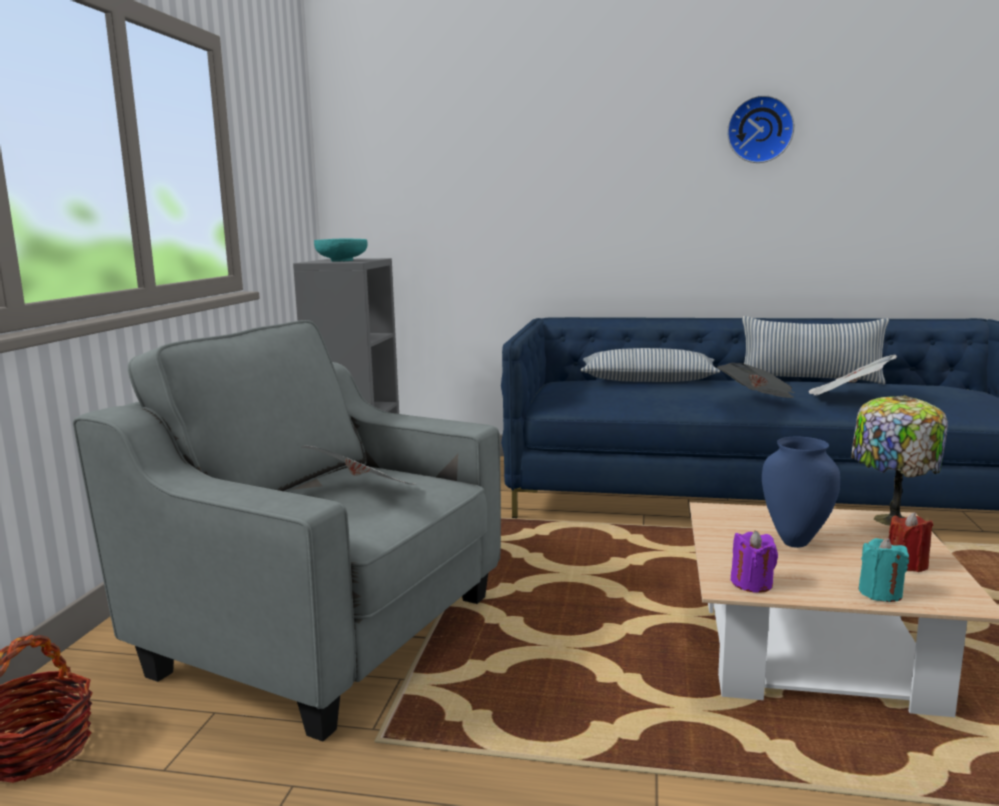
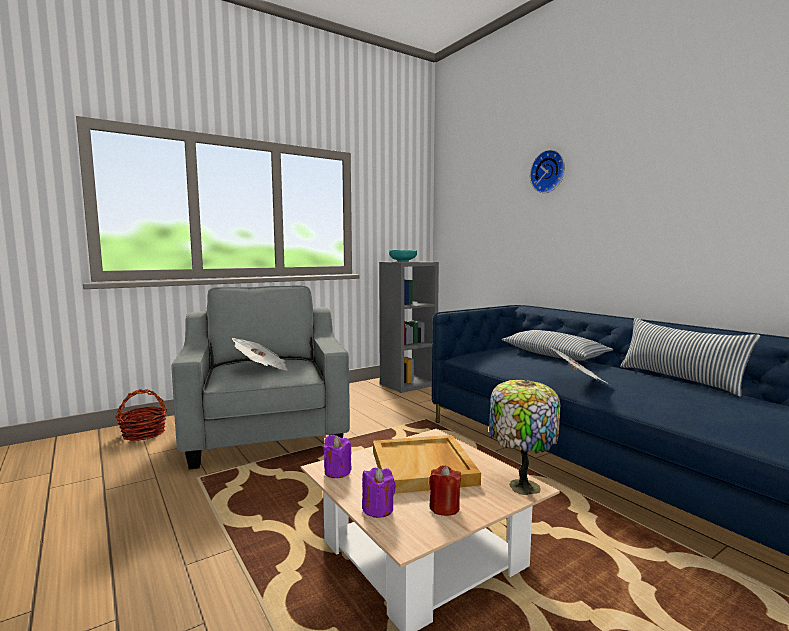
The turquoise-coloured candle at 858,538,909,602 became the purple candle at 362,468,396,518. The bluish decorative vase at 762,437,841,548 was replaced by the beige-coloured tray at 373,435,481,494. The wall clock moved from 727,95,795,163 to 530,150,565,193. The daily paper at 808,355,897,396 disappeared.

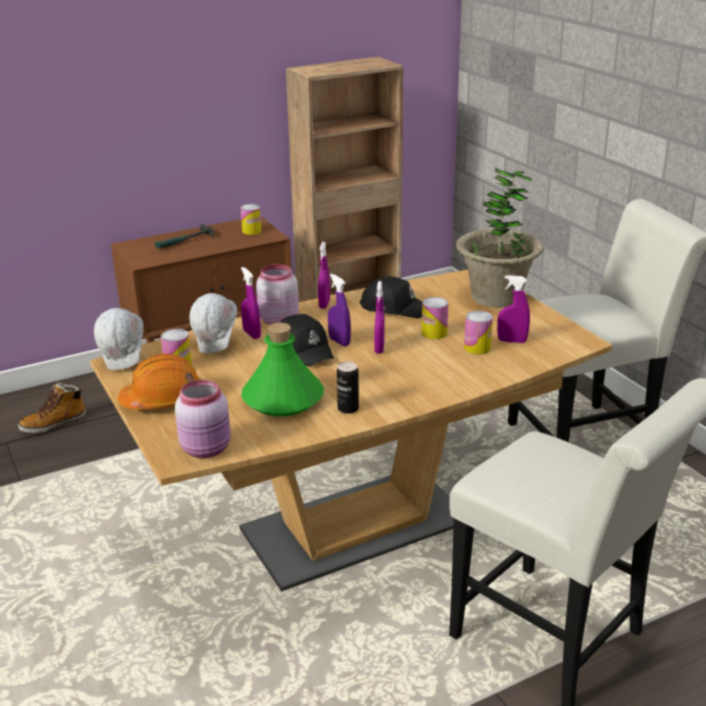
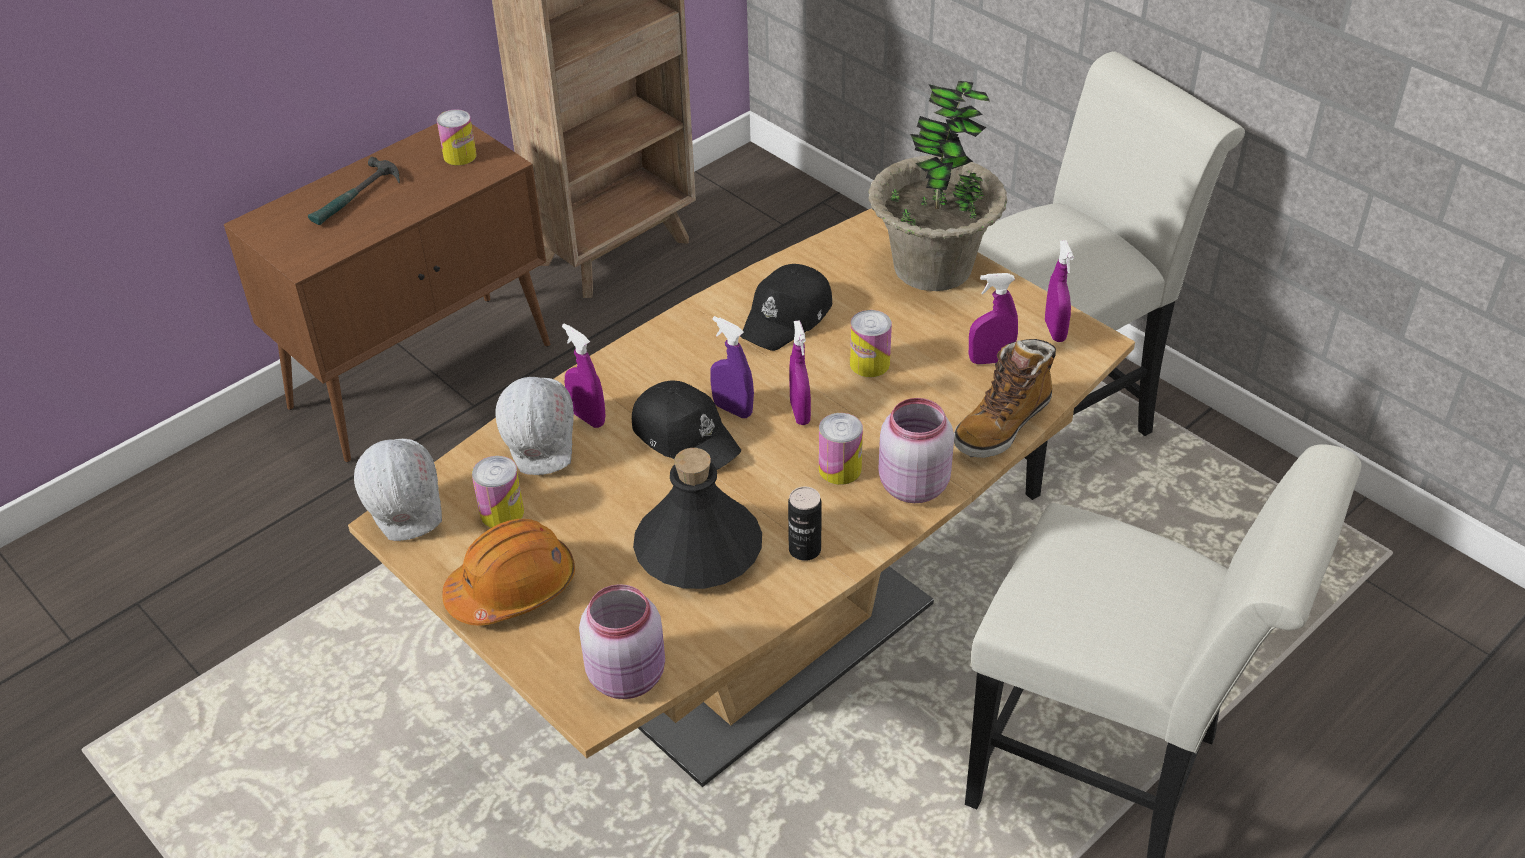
The greenish bottle at 241,323,324,416 became the black-coloured bottle at 633,448,762,589. The black-coloured baseball cap at 360,276,422,318 turned 120 degrees clockwise. The sealed can moved from 464,311,493,354 to 819,413,863,485. The pinkish jar moved from 256,264,299,325 to 878,398,954,503. The high-top boot moved from 18,383,86,433 to 954,339,1056,458. The purple spray bottle moved from 318,242,330,309 to 1045,240,1074,342.

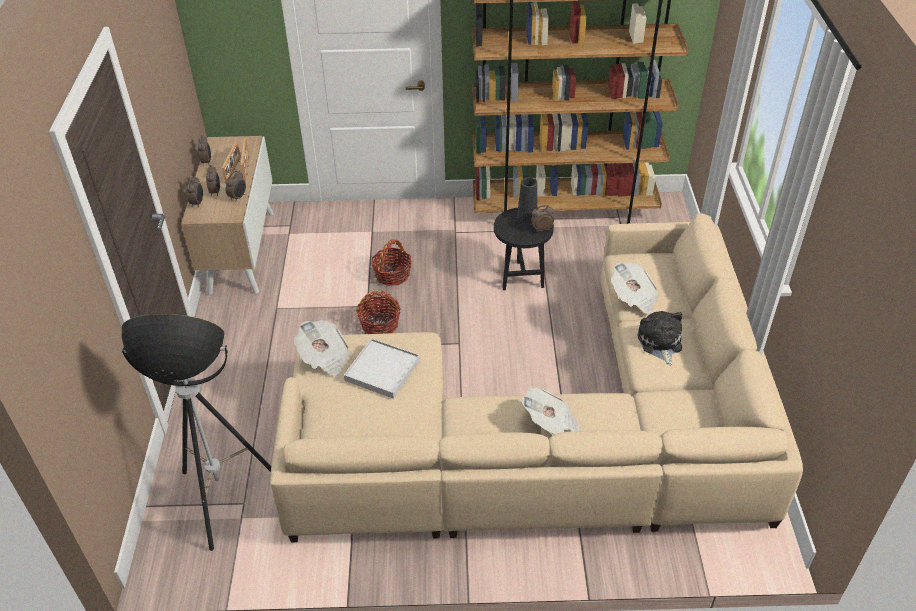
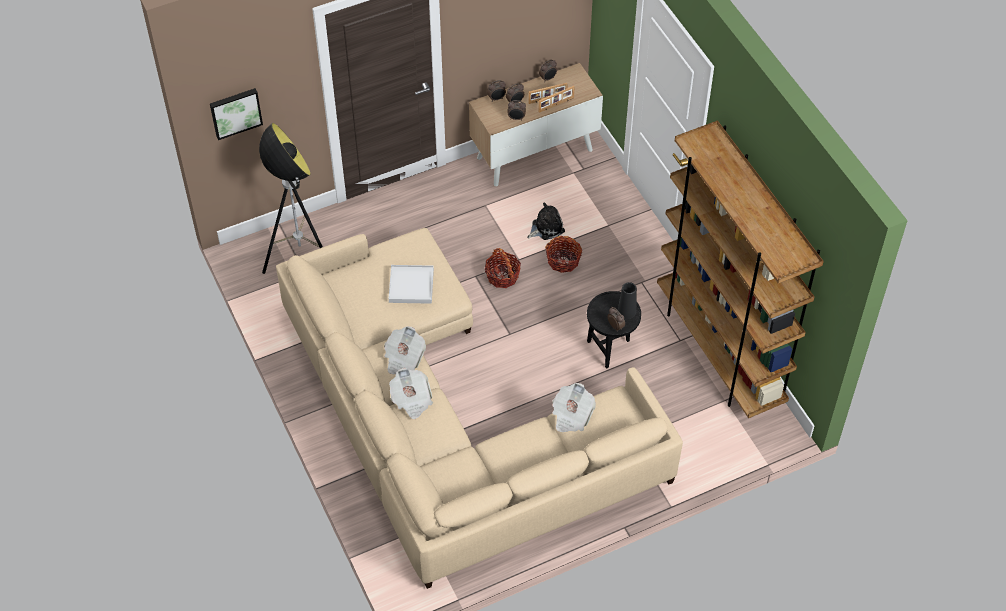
The picture at 210,88,263,140 appeared. The daily paper moved from 294,320,352,376 to 384,326,426,374. The cuddly toy moved from 637,311,682,366 to 527,202,565,240.

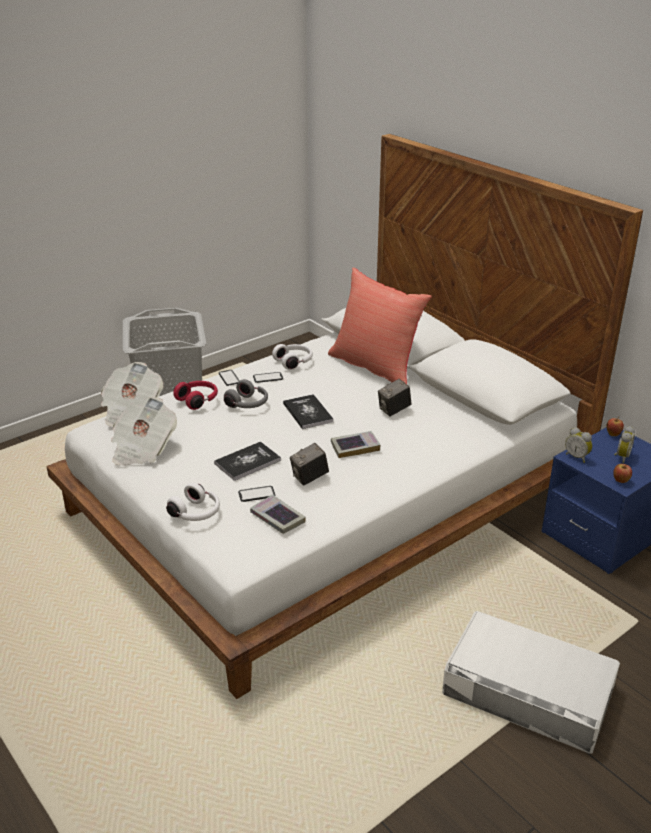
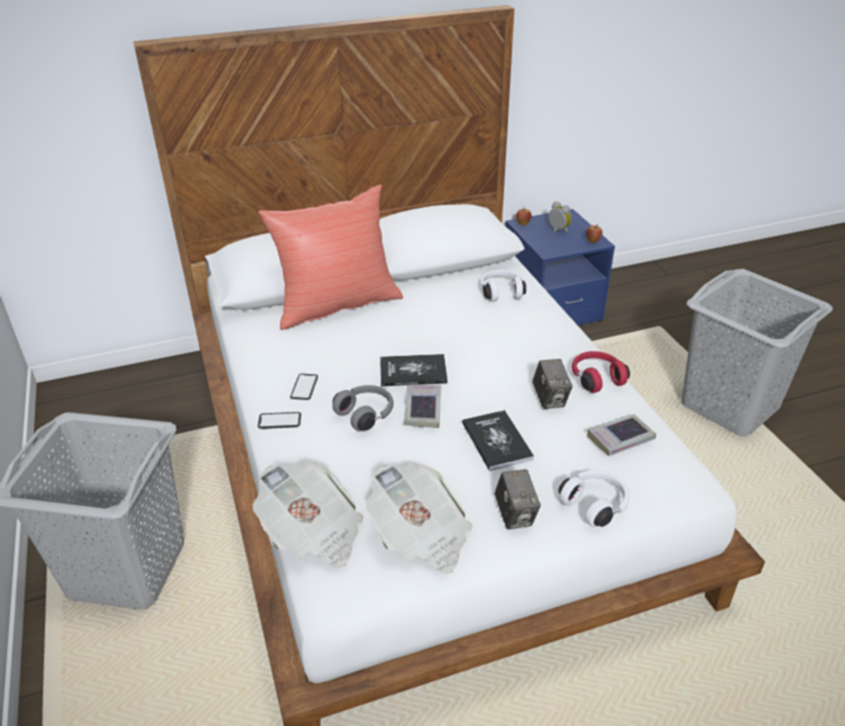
The bound book moved from 331,431,380,458 to 404,385,441,428. The white headphones moved from 272,344,313,370 to 480,270,526,302. The photo camera moved from 378,379,411,416 to 494,469,541,530. The red-coloured headphones moved from 173,381,218,410 to 572,351,630,393. The white storage box at 442,611,620,754 was replaced by the grey washing basket at 681,269,833,437. The handset at 238,486,275,502 disappeared. The table clock at 565,427,592,463 disappeared.

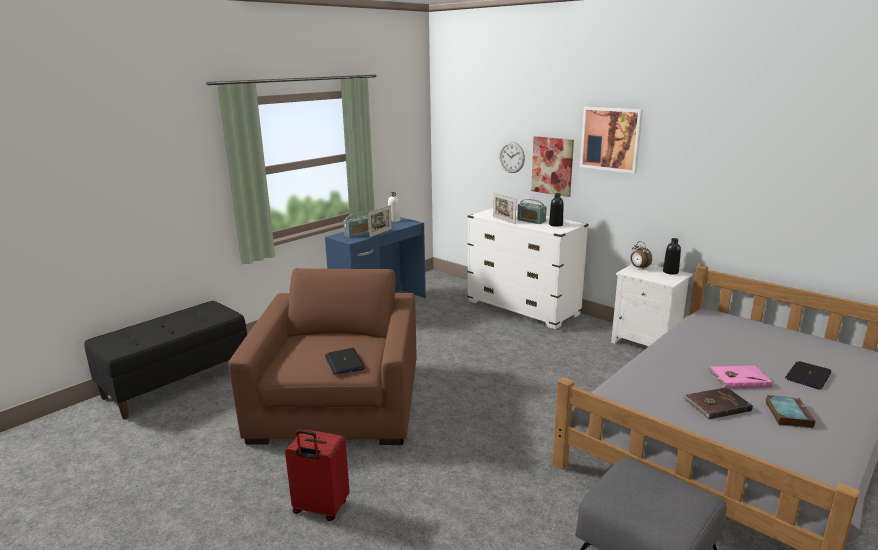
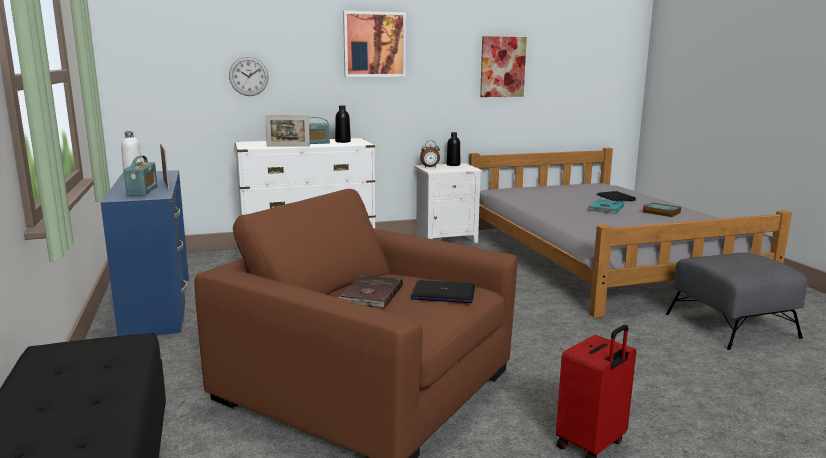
The brown-coloured bound book moved from 683,387,753,419 to 338,275,403,309. The picture moved from 531,136,574,197 to 480,36,527,97. The pinkish bound book at 708,366,773,389 became the turquoise-coloured bound book at 587,199,624,214.

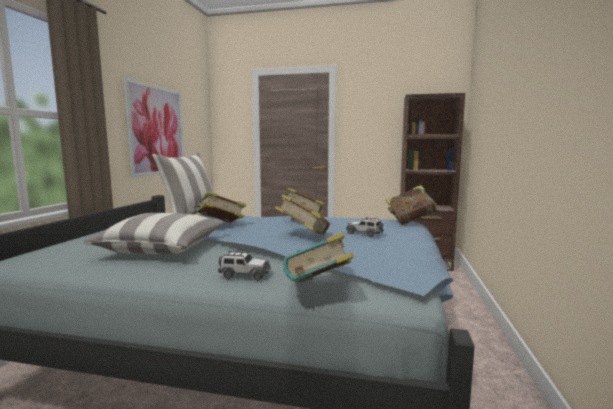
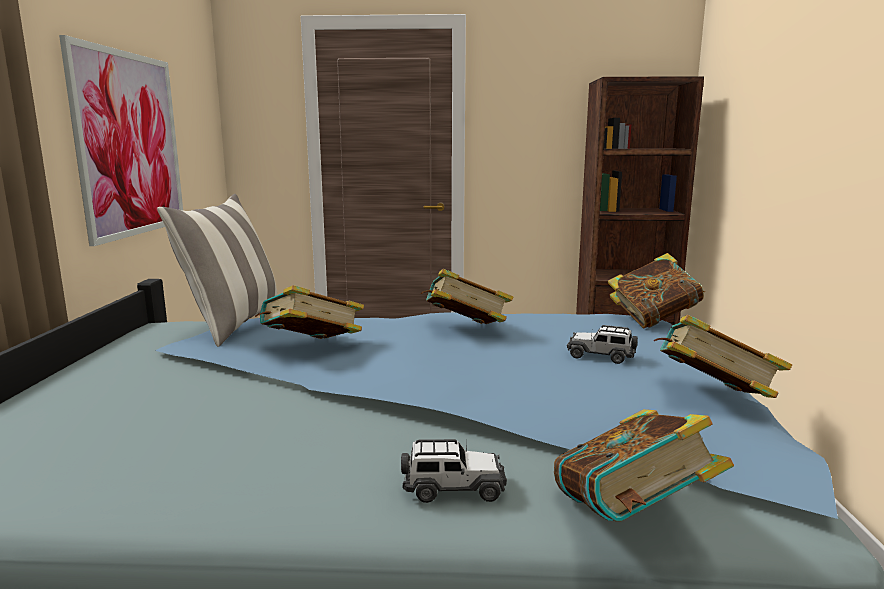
The bound book moved from 275,194,330,235 to 654,315,792,398. The pillow at 82,213,225,255 disappeared.

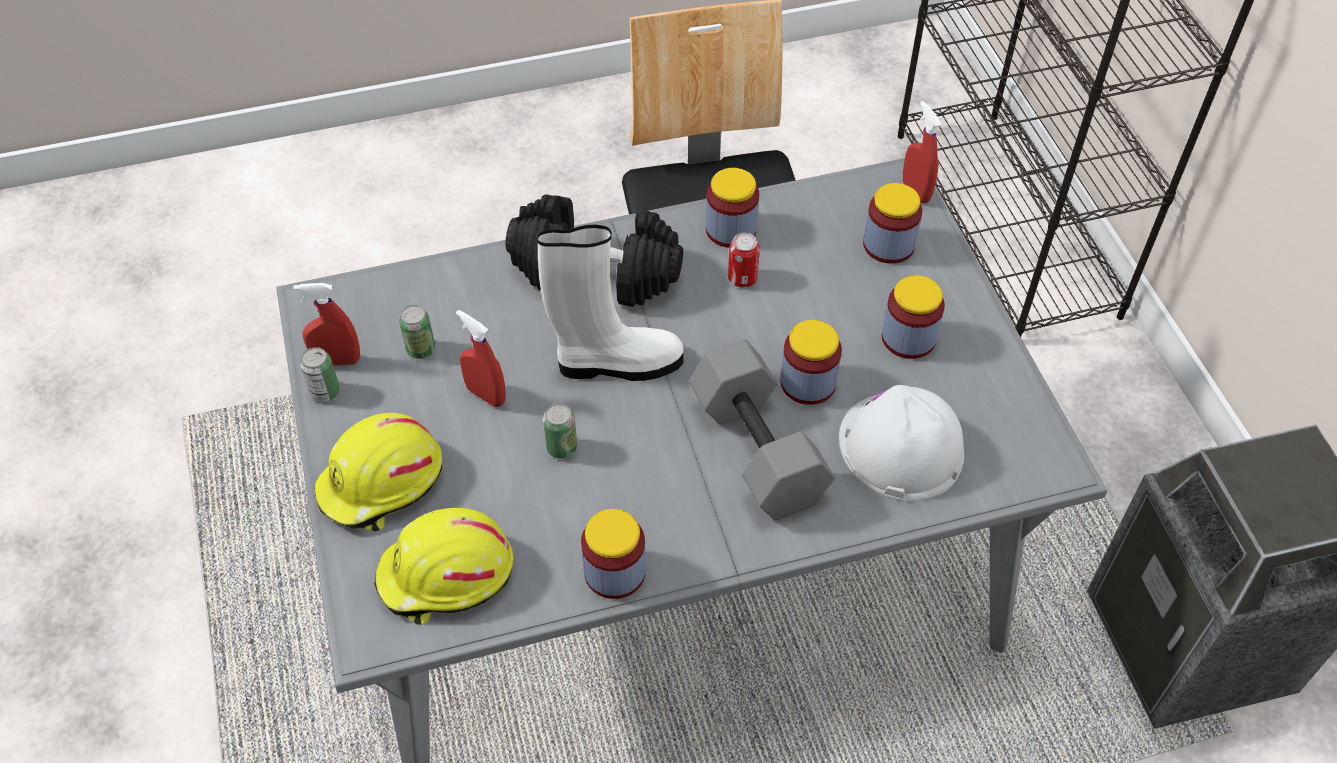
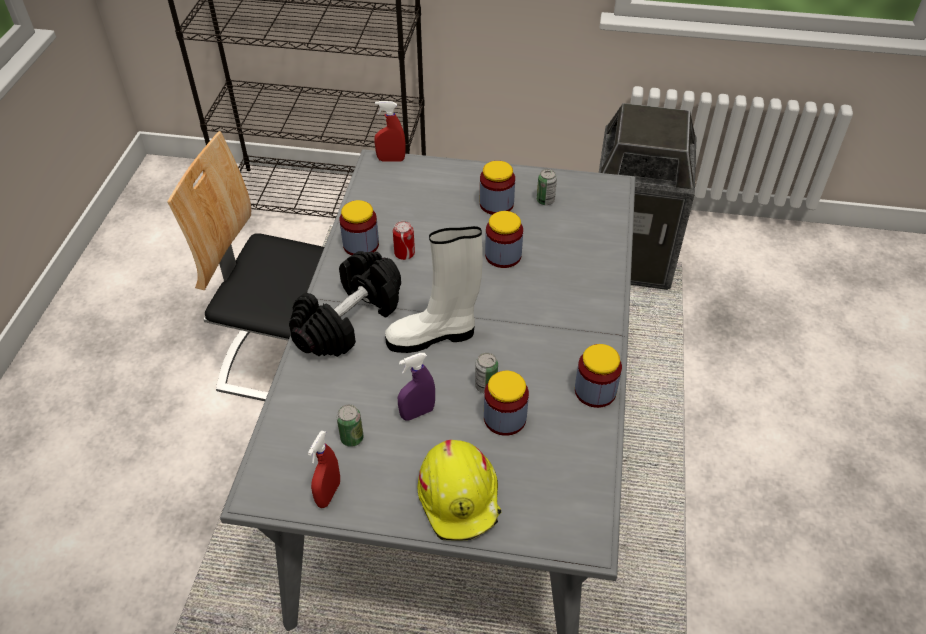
The white high-top boot at 537,225,684,381 turned 120 degrees counterclockwise. The red-coloured spray bottle at 456,310,506,407 became the purple spray bottle at 398,353,435,421. The jar moved from 863,183,922,264 to 484,371,529,436. The sealed can moved from 300,347,340,402 to 537,169,557,205. The yellowish safety helmet at 374,508,513,625 disappeared. The grey free weight at 689,339,835,520 disappeared. The white safety helmet at 839,385,964,501 disappeared.

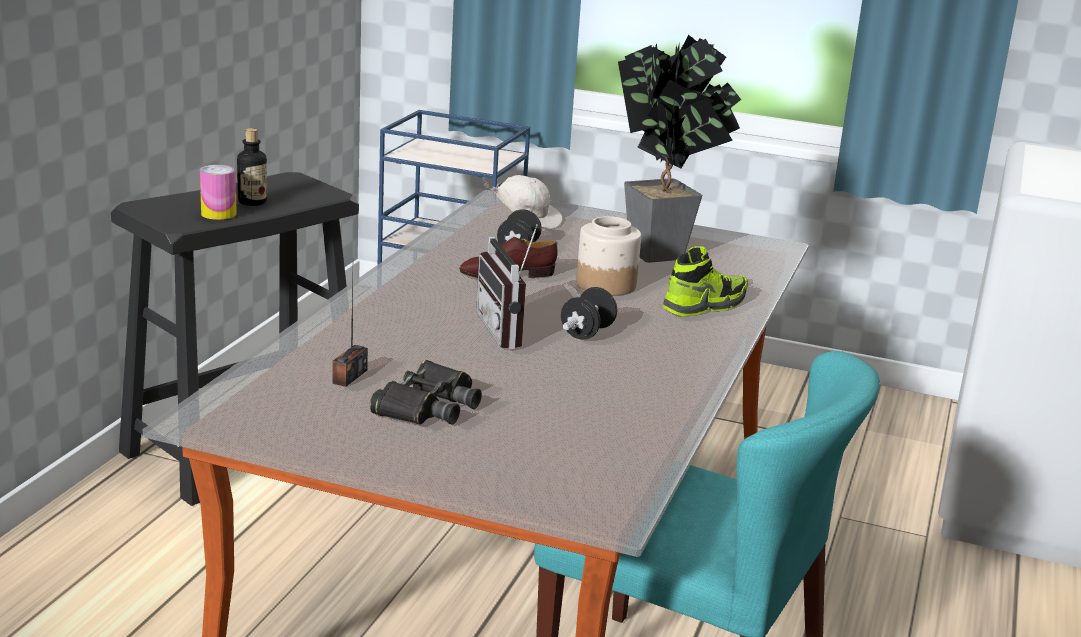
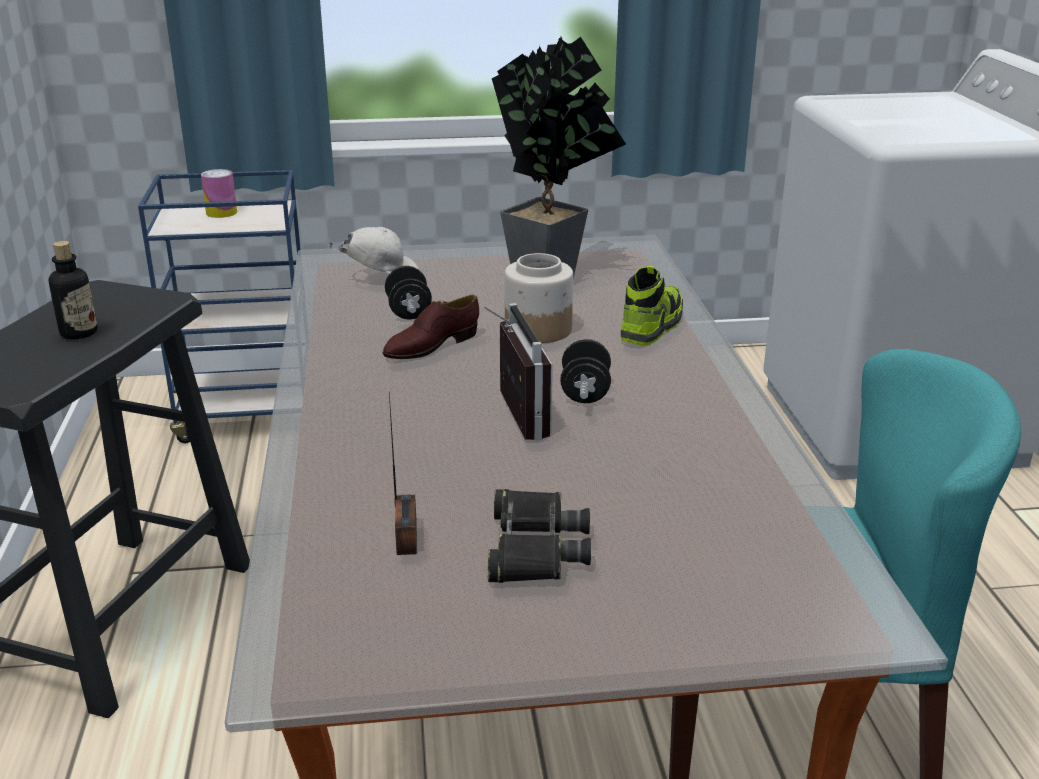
The sealed can moved from 200,165,237,220 to 201,169,237,218. The radio receiver at 476,224,538,349 turned 150 degrees counterclockwise.

